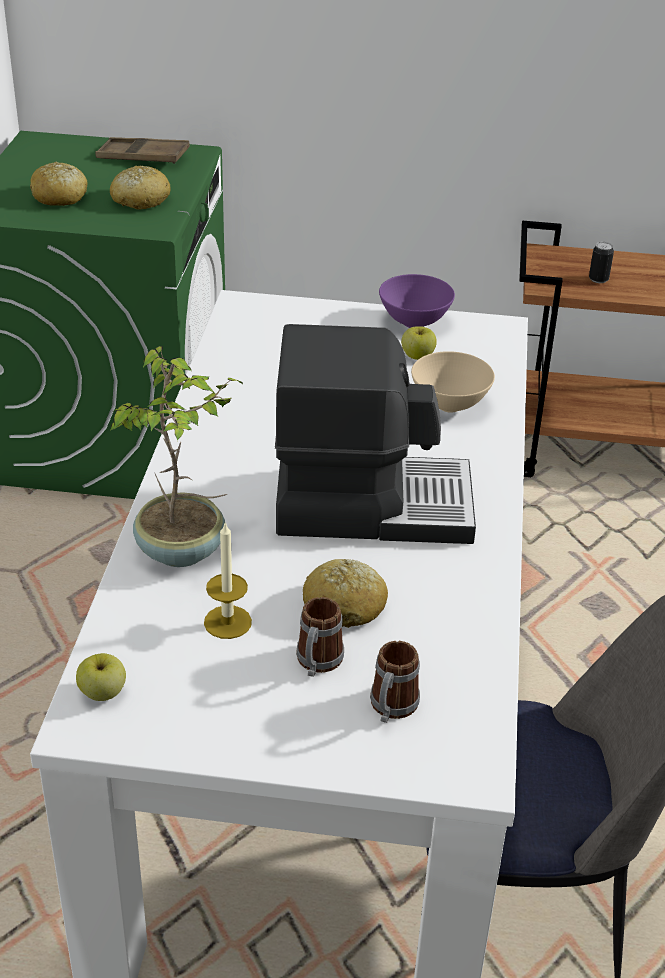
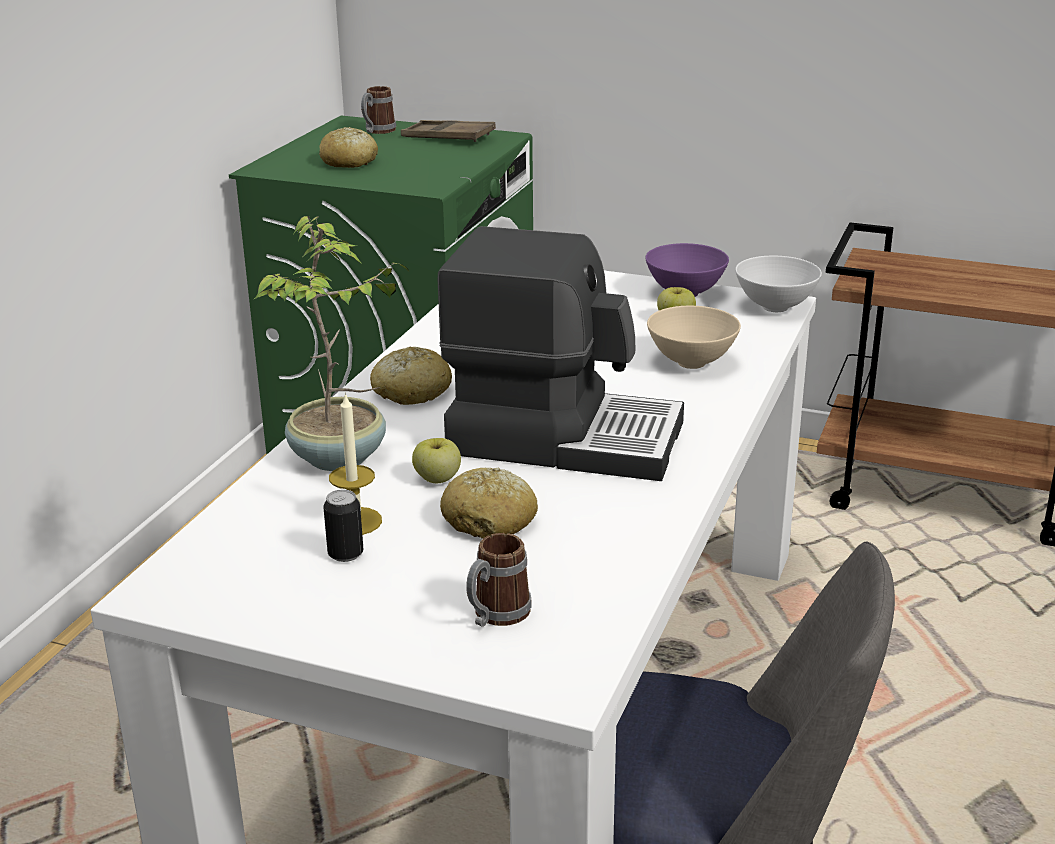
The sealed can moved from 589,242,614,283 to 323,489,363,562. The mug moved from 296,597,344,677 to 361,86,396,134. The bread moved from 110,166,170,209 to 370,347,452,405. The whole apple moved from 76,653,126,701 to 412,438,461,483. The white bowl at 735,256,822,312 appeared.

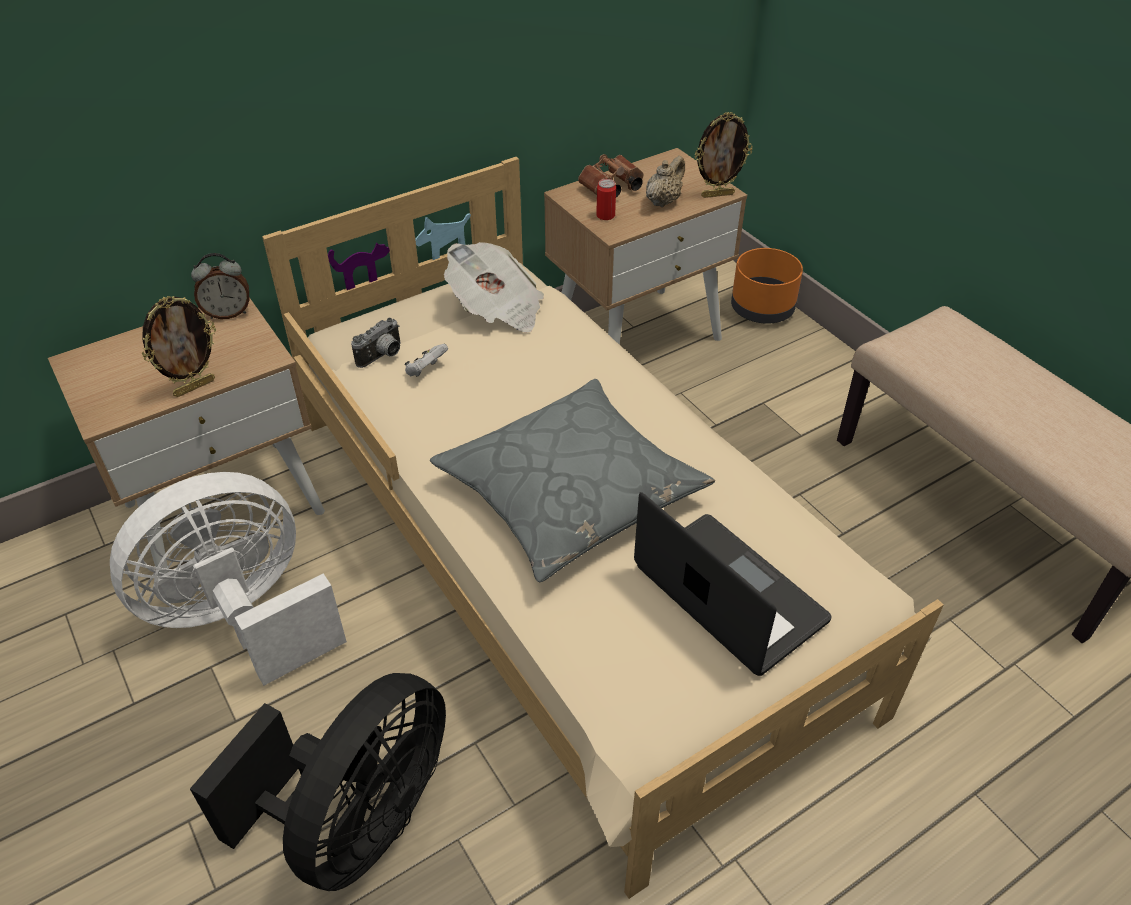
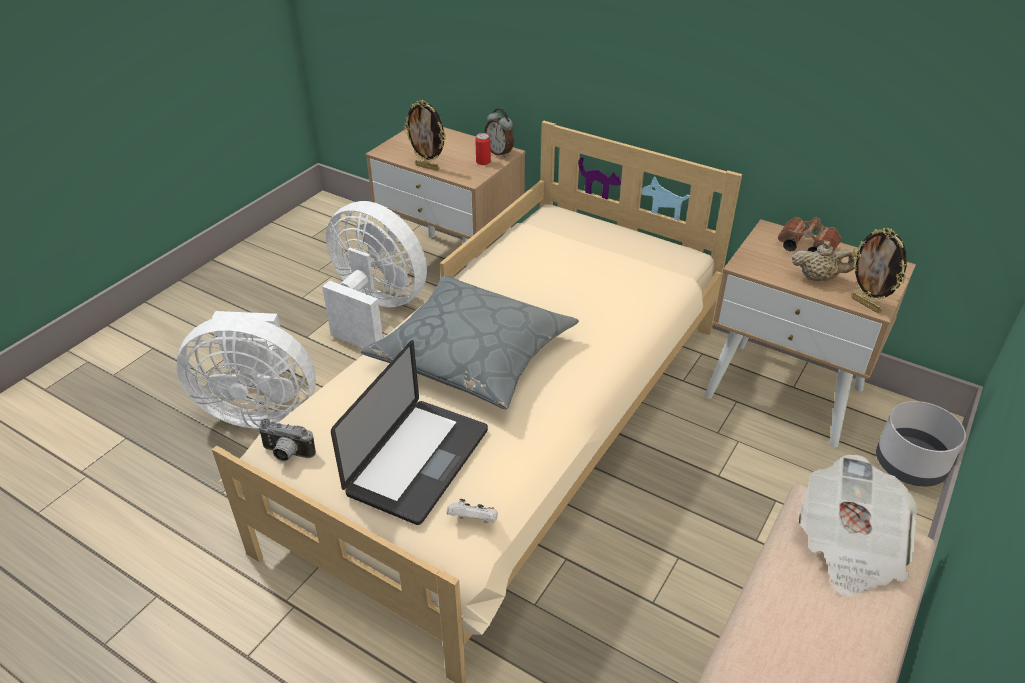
The black-coloured electric fan at 190,673,446,891 became the white electric fan at 177,311,316,429. The photo camera moved from 351,318,401,368 to 258,419,316,461. The white gamepad moved from 405,343,448,377 to 447,499,498,523. The sealed can moved from 596,179,616,220 to 475,133,491,165. The daily paper moved from 444,242,544,333 to 798,455,917,596. The orange-coloured planter at 731,248,803,324 became the grey planter at 876,401,966,486.

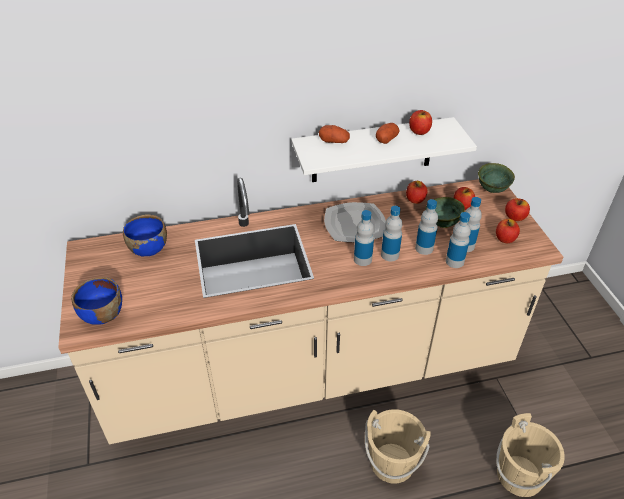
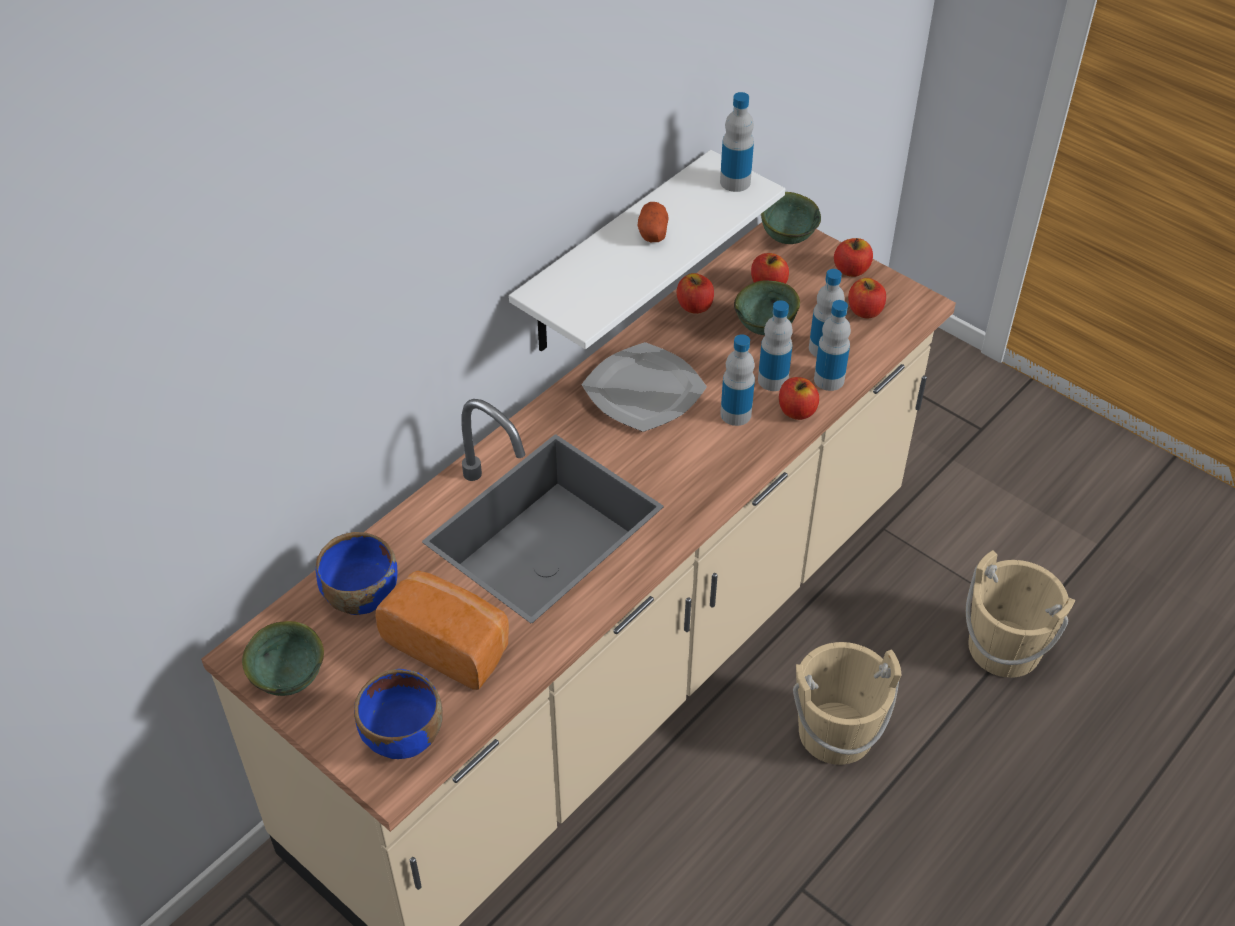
The greenish bowl at 242,621,324,696 appeared. The bread at 376,570,509,690 appeared. The bottle moved from 354,210,374,266 to 720,92,754,192. The whole apple moved from 409,110,432,135 to 779,377,819,420. The spud at 319,125,350,143 disappeared.

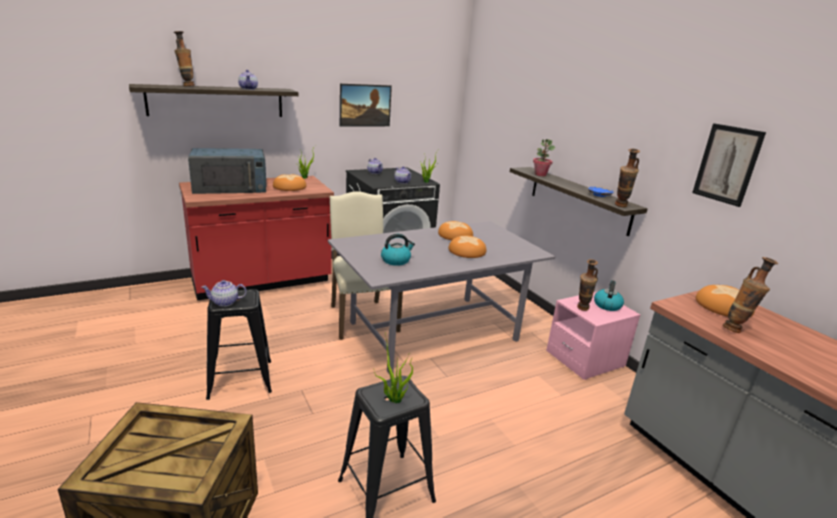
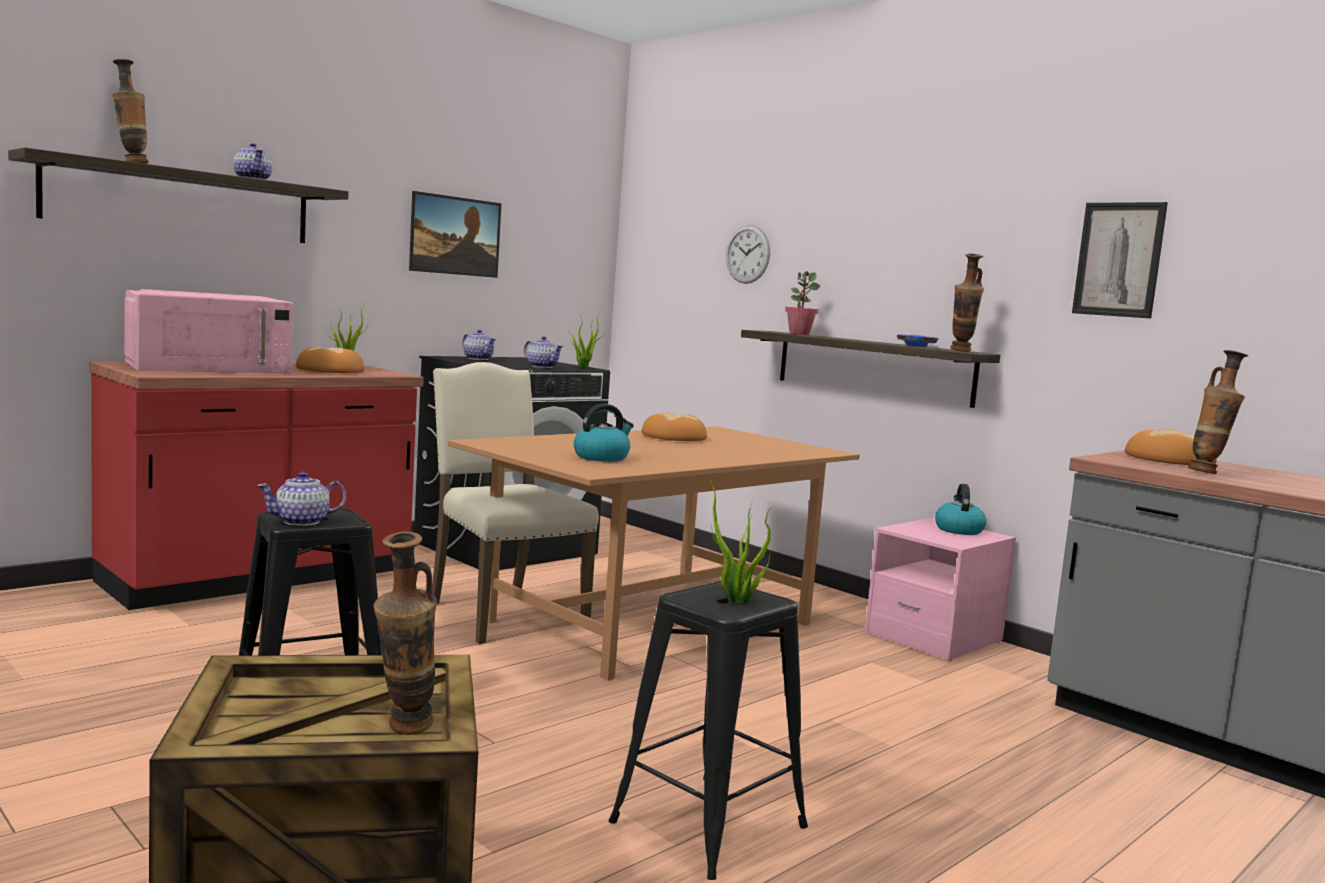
The bluish microwave at 188,148,266,194 became the pinkish microwave at 124,289,293,374. The decorative vase moved from 577,259,598,311 to 374,531,437,735. The grey dining table at 328,221,555,373 became the brown-coloured dining table at 448,426,860,681. The wall clock at 726,225,770,284 appeared. The bread at 448,235,486,258 disappeared.

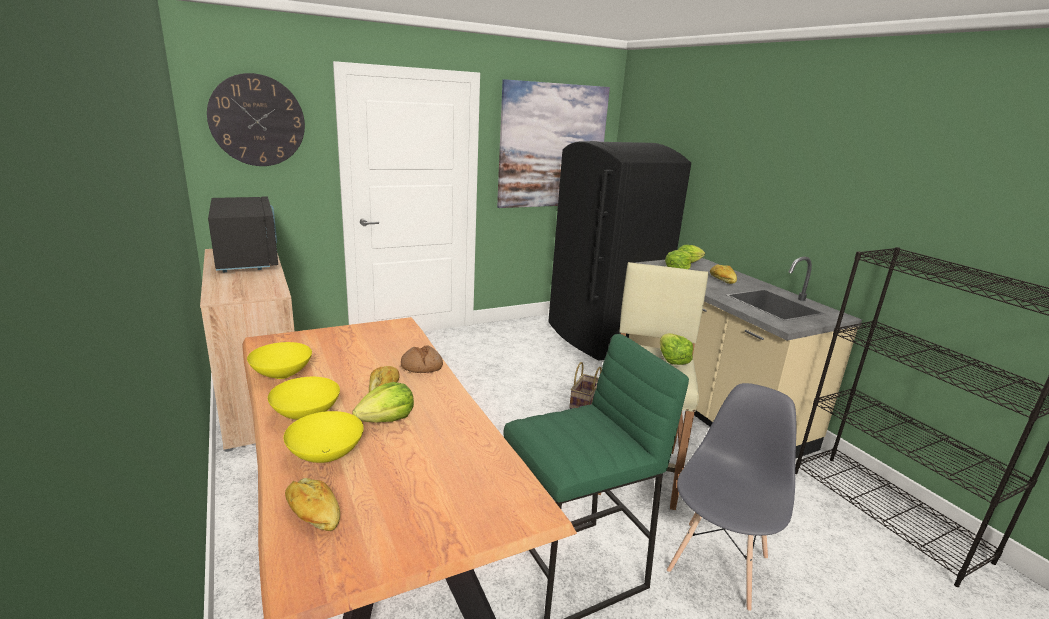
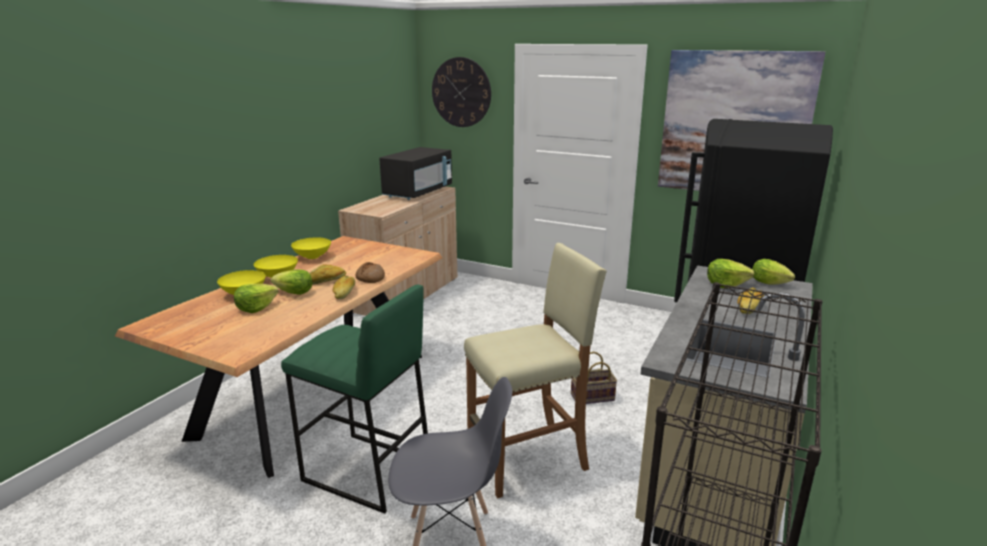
The lettuce head moved from 660,333,693,365 to 234,284,279,313. The bread moved from 285,478,340,531 to 332,275,355,299.

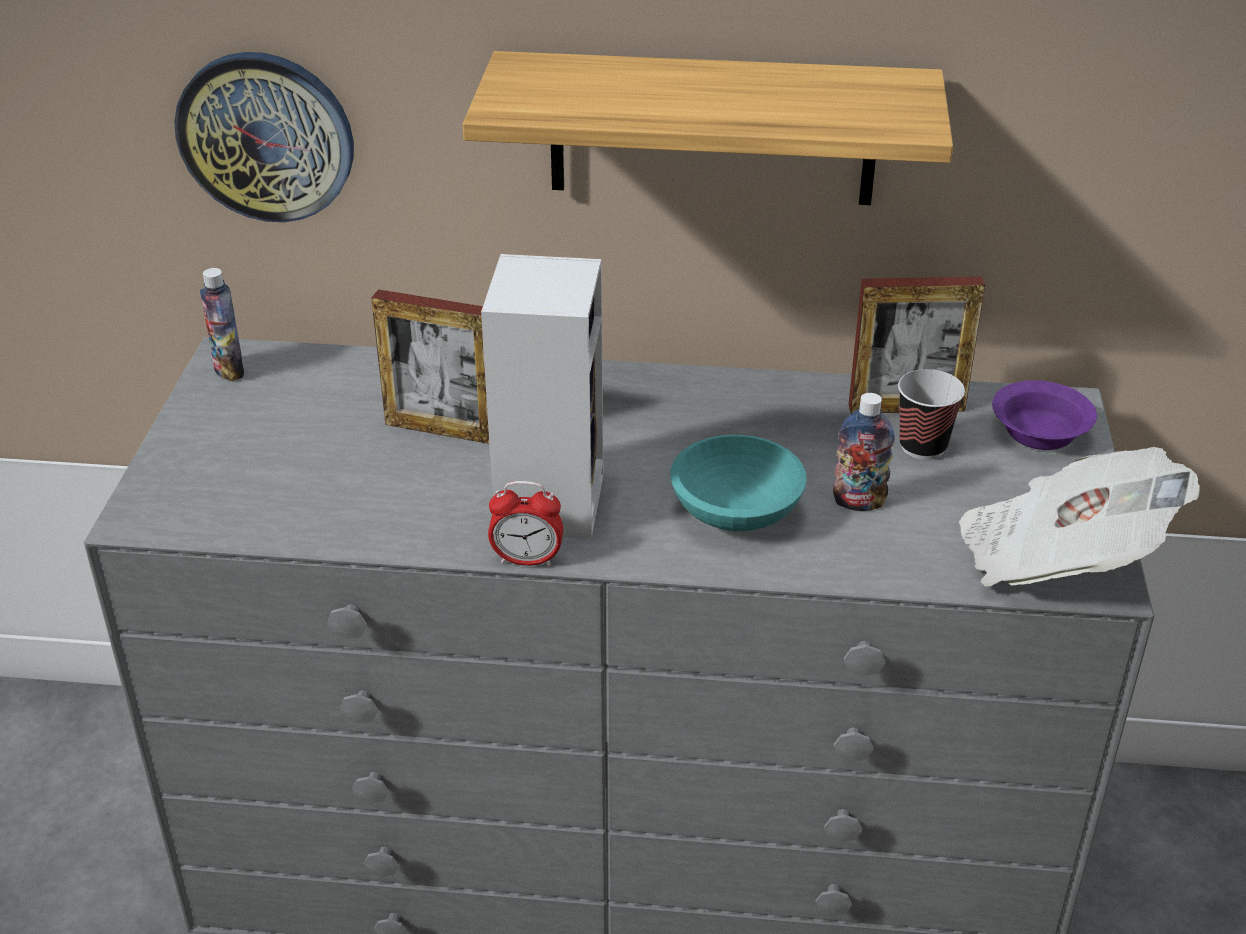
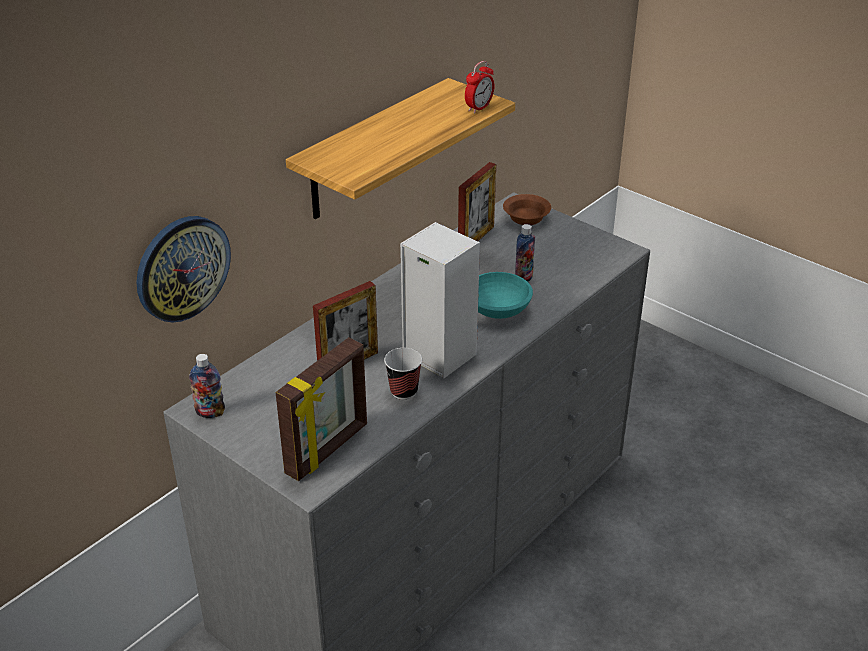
The standing frame at 276,337,367,481 appeared. The drinking cup moved from 898,369,965,460 to 384,348,422,400. The table clock moved from 488,481,563,566 to 465,61,494,114. The purple bowl at 992,380,1097,450 became the brown-coloured bowl at 503,194,551,225. The daily paper at 959,447,1200,587 disappeared.

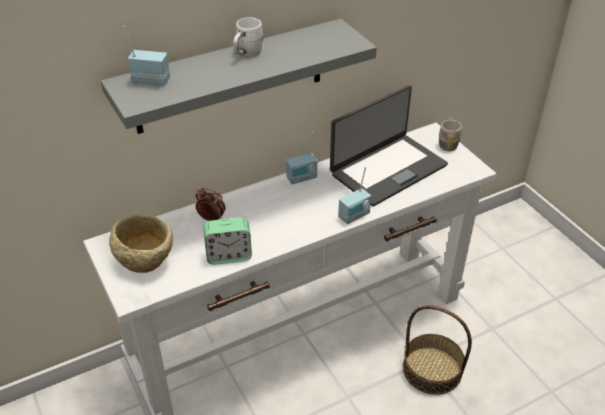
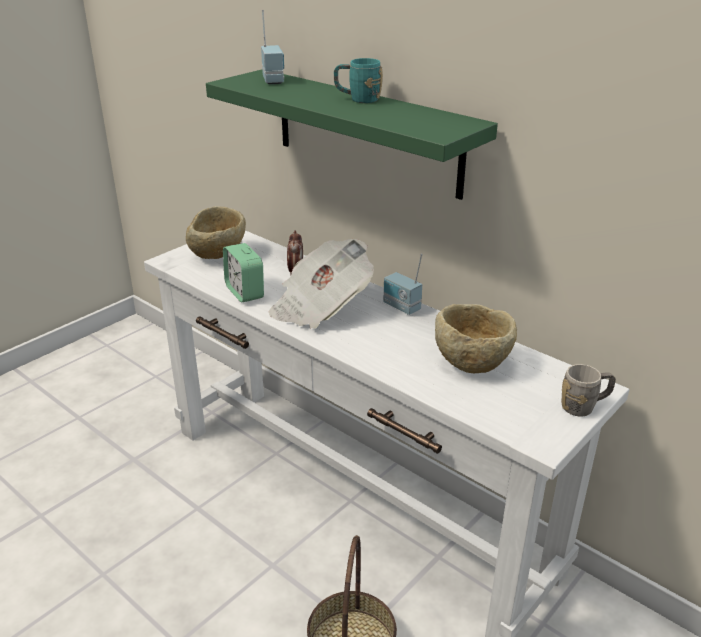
The grey shelf at 101,19,377,134 became the greenish shelf at 206,69,498,200. The daily paper at 269,239,374,328 appeared. The white mug at 233,17,264,57 became the turquoise-coloured mug at 334,58,383,103. The portable computer at 330,85,448,206 was replaced by the beige-coloured bowl at 435,304,517,373. The radio receiver at 338,167,371,224 disappeared.

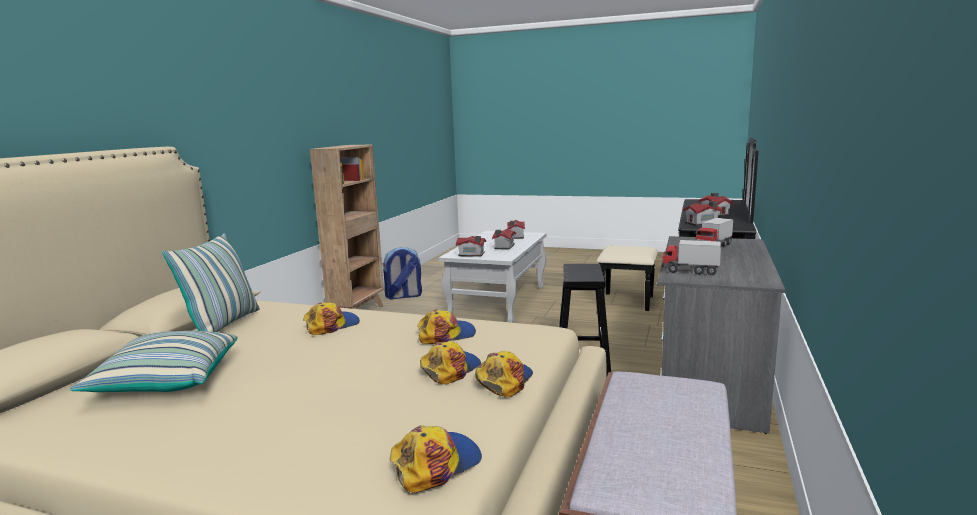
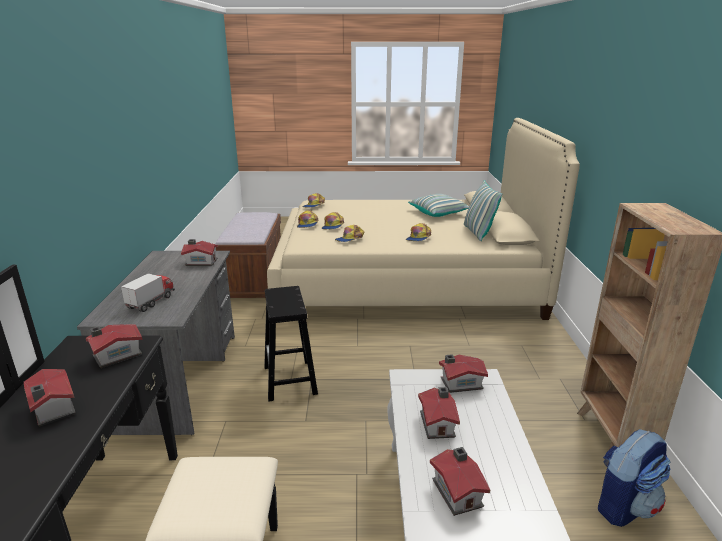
The toy lorry at 661,240,721,275 was replaced by the miniature house at 181,239,218,266.

